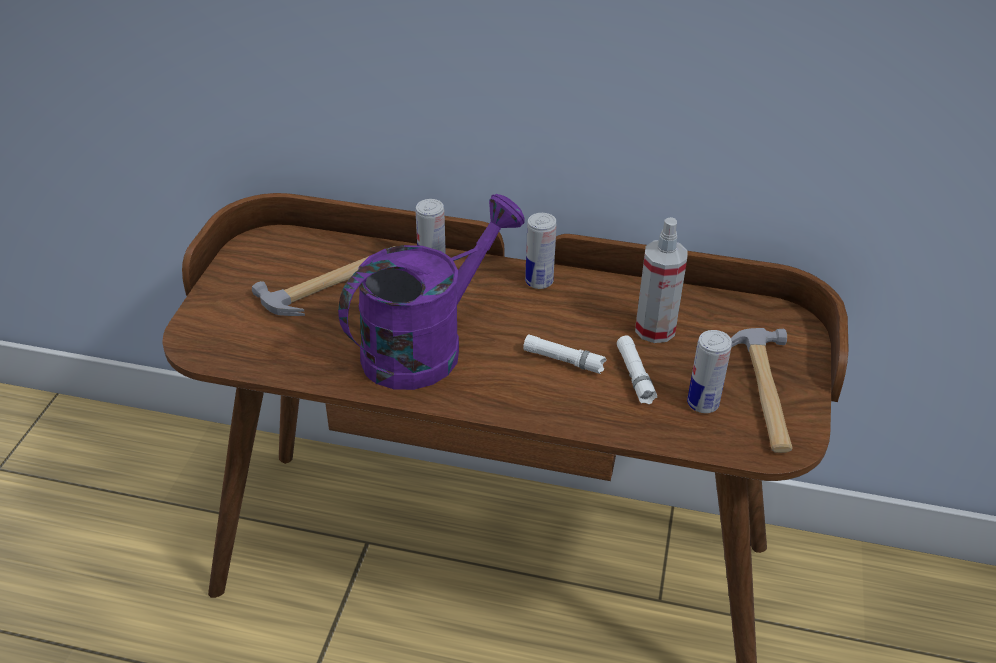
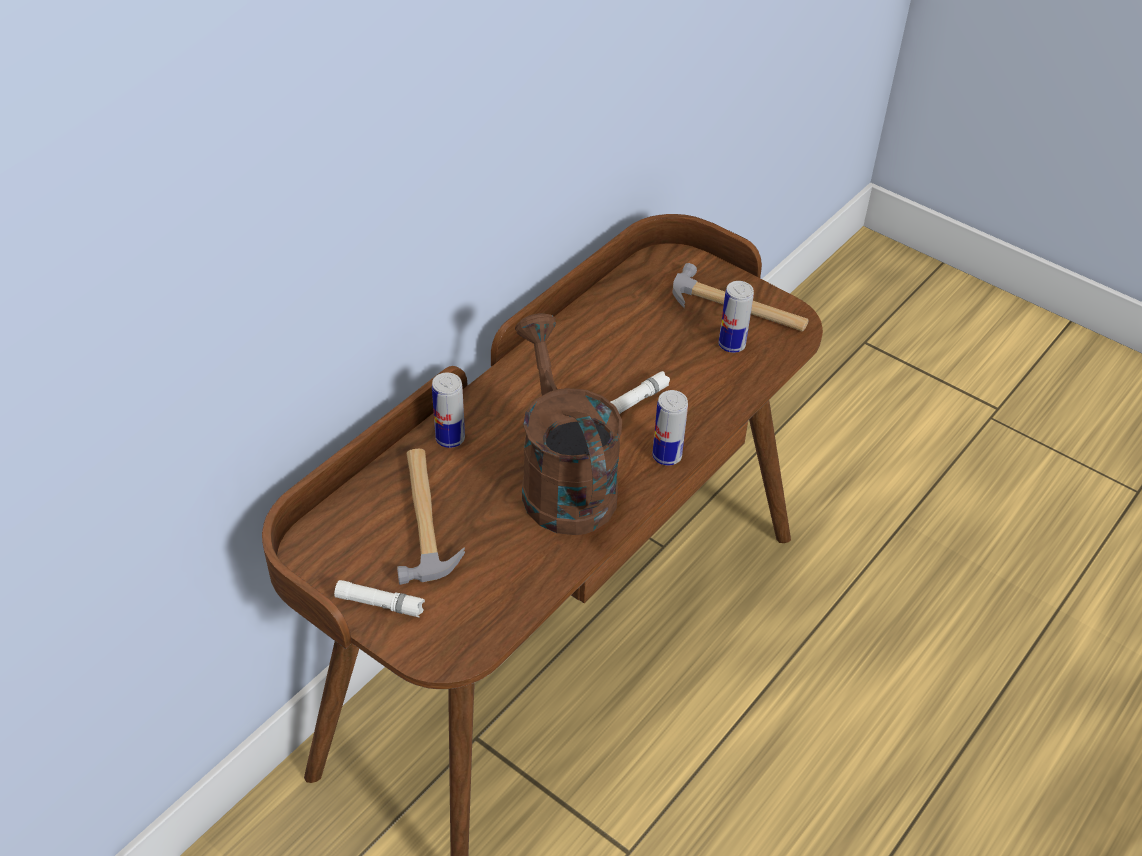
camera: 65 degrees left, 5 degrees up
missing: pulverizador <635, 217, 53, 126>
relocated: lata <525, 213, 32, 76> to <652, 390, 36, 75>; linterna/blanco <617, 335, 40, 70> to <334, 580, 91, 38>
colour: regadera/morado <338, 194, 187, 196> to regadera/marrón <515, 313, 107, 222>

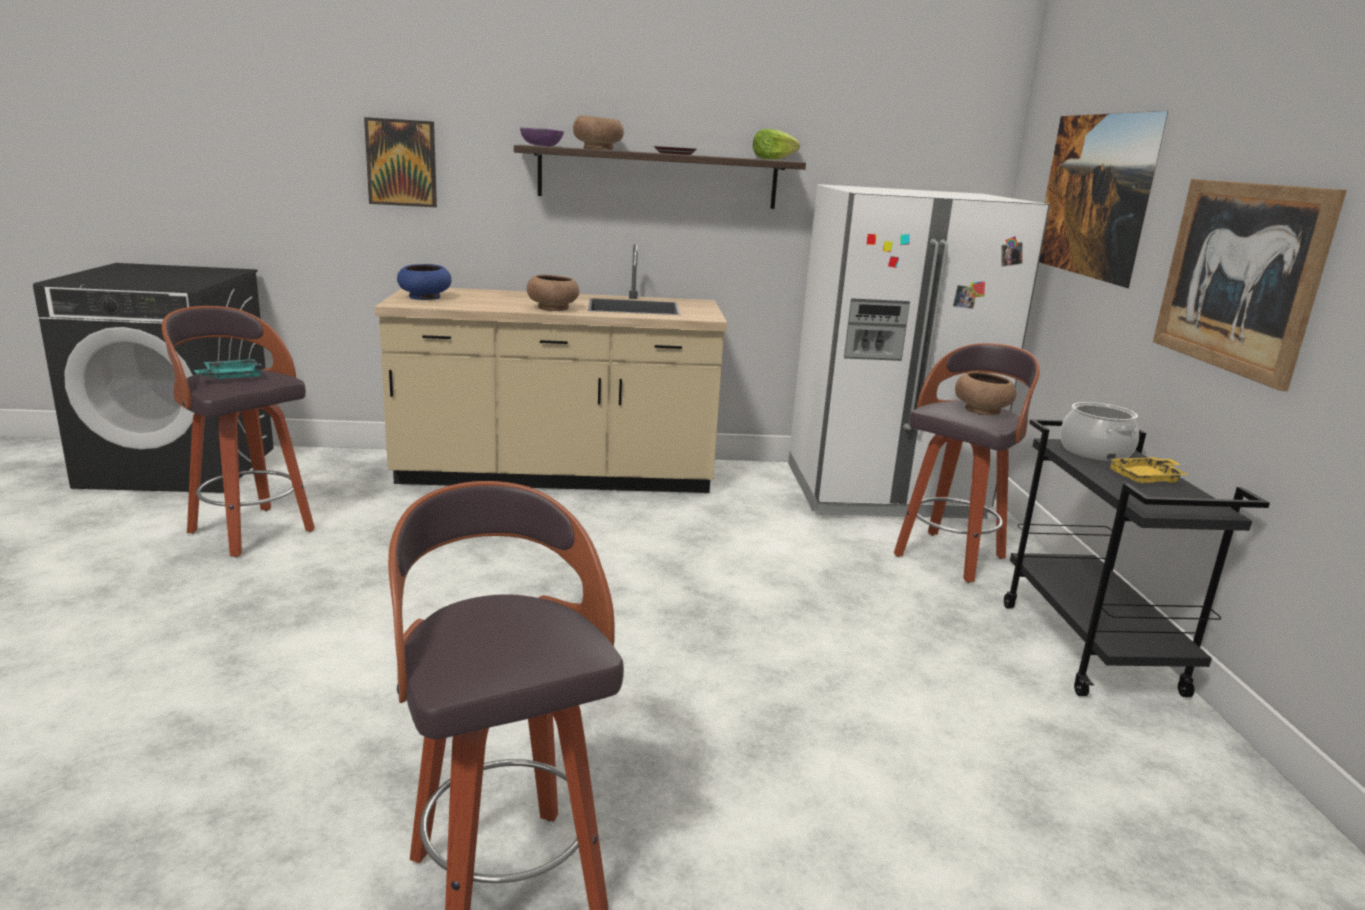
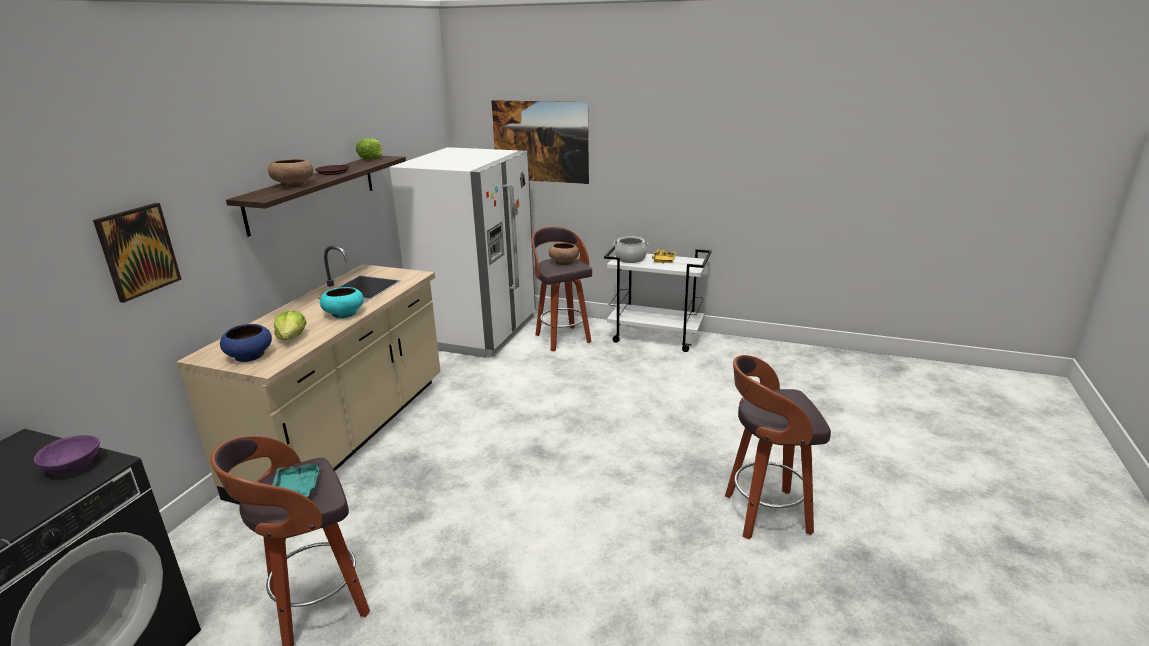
camera: 65 degrees left, 5 degrees up
missing: cuadro <1153, 179, 194, 212>
appeared: lechuga <274, 311, 32, 29>
relocated: cuenco/morado <520, 128, 44, 18> to <34, 435, 66, 39>
colour: cuenco/marrón <527, 275, 52, 36> to cuenco/turquesa <320, 287, 44, 31>; carrito/negro <1004, 419, 266, 278> to carrito/blanco <604, 245, 108, 107>

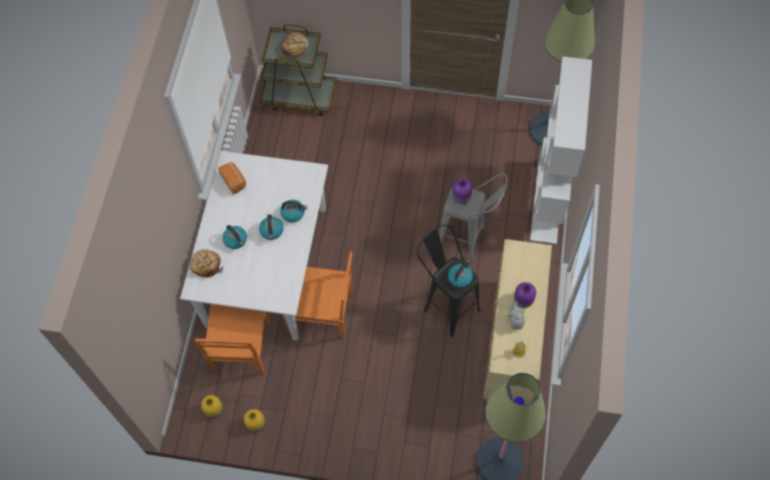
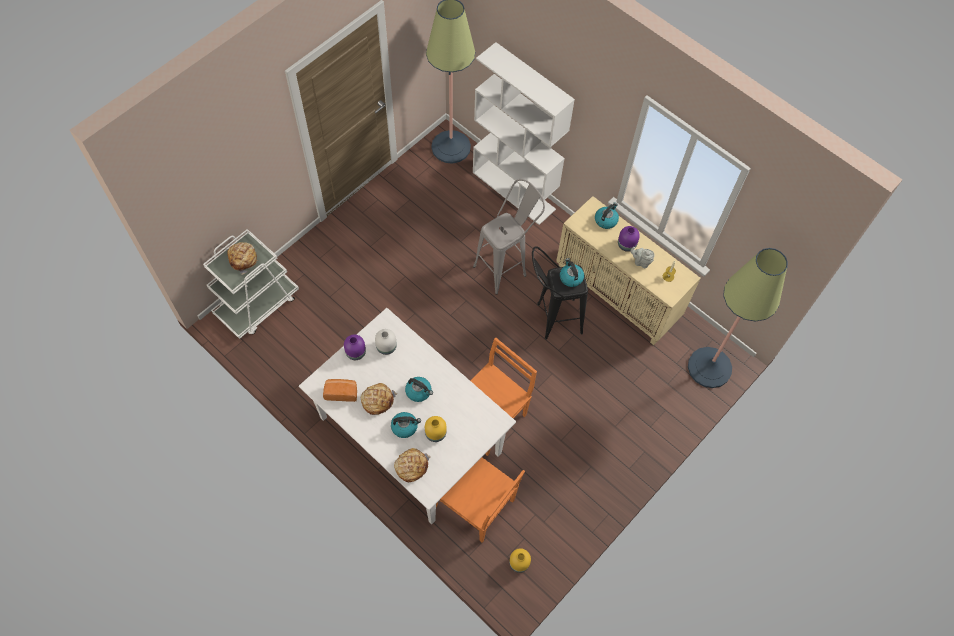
camera: 60 degrees left, 0 degrees up
appeared: pan <361, 383, 36, 32>; florero/blanco <375, 329, 22, 26>
relocated: florero/amarillo <244, 409, 21, 23> to <425, 416, 22, 26>; hervidor <280, 200, 27, 22> to <595, 202, 24, 27>; florero/morado <452, 179, 20, 25> to <344, 334, 22, 26>
colour: carrito/marrón <260, 24, 77, 92> to carrito/blanco <203, 229, 96, 110>

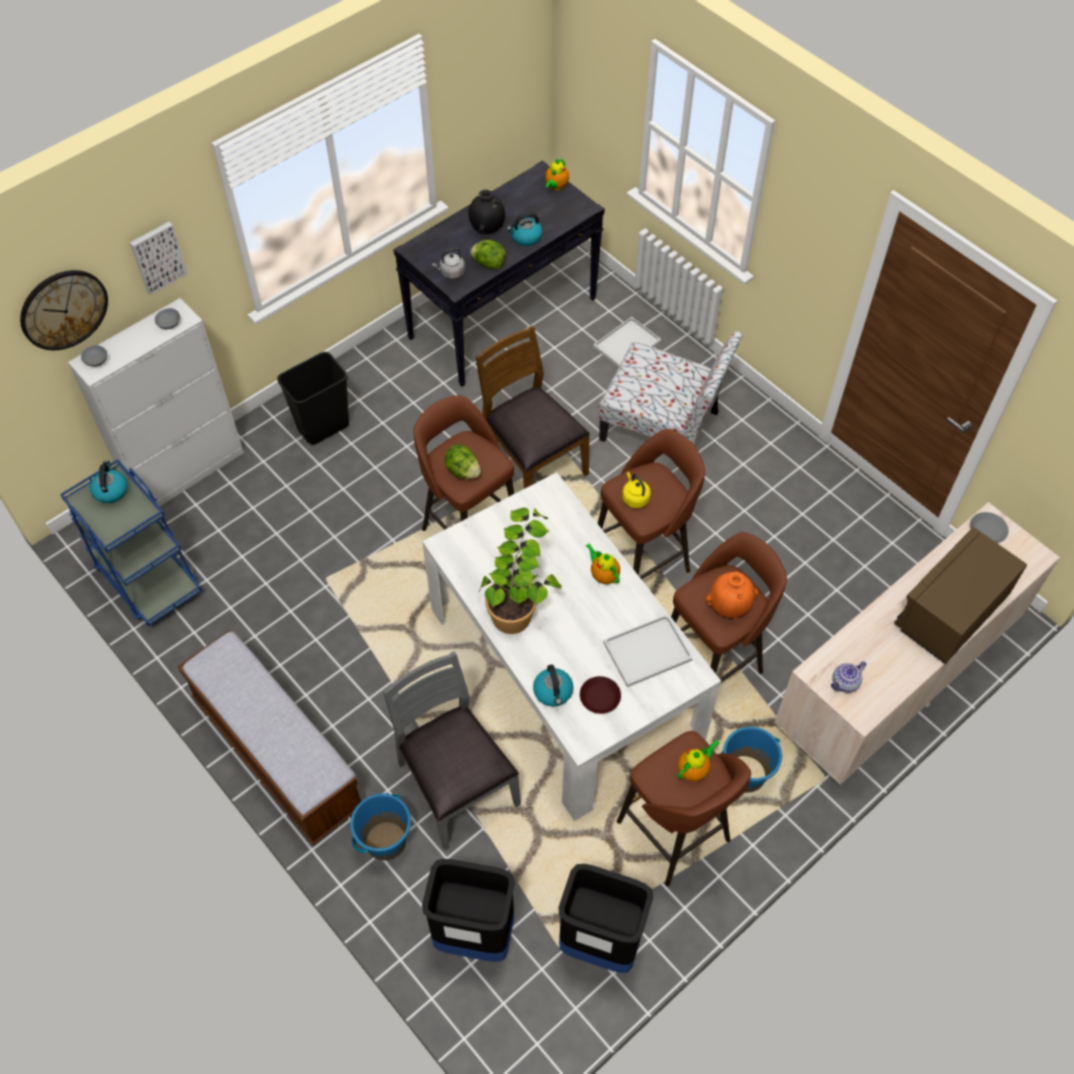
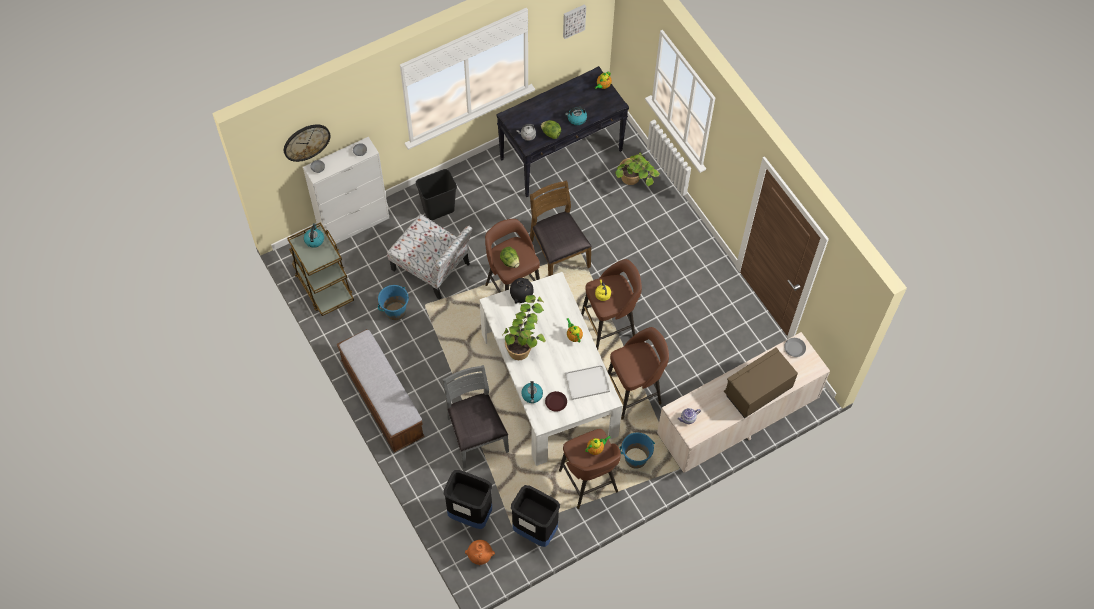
camera: 10 degrees right, 5 degrees up
relocated: cuadro <130, 222, 58, 73> to <563, 4, 23, 35>; cubo/azul <350, 793, 61, 68> to <378, 285, 31, 35>; florero/negro <469, 190, 36, 44> to <510, 278, 24, 26>; silla <598, 331, 145, 114> to <387, 214, 85, 86>; florero/naranja <705, 572, 54, 47> to <465, 540, 30, 25>
exchanged: bandeja/blanco <593, 317, 68, 50> to planta en maceta <615, 152, 45, 35>
colour: carrito/azul <60, 459, 142, 167> to carrito/marrón <287, 222, 67, 94>

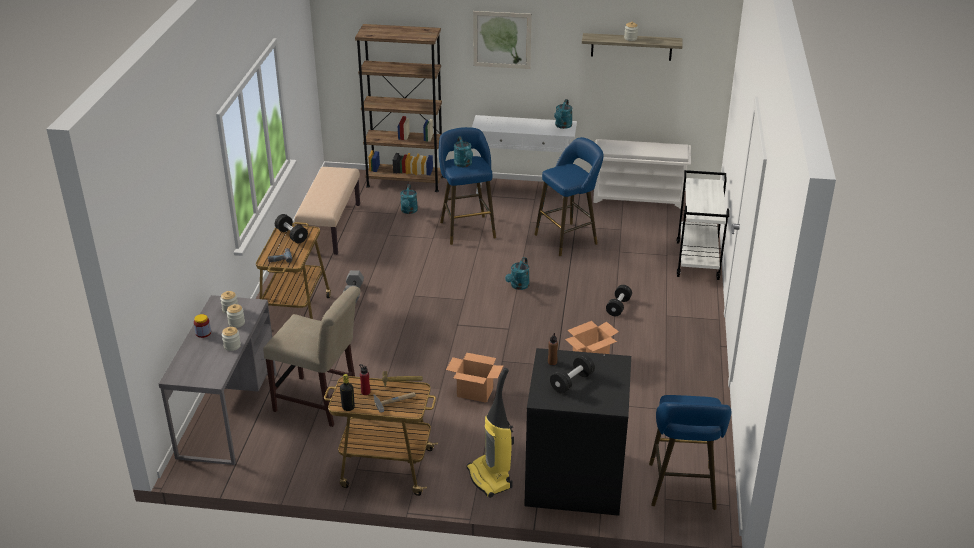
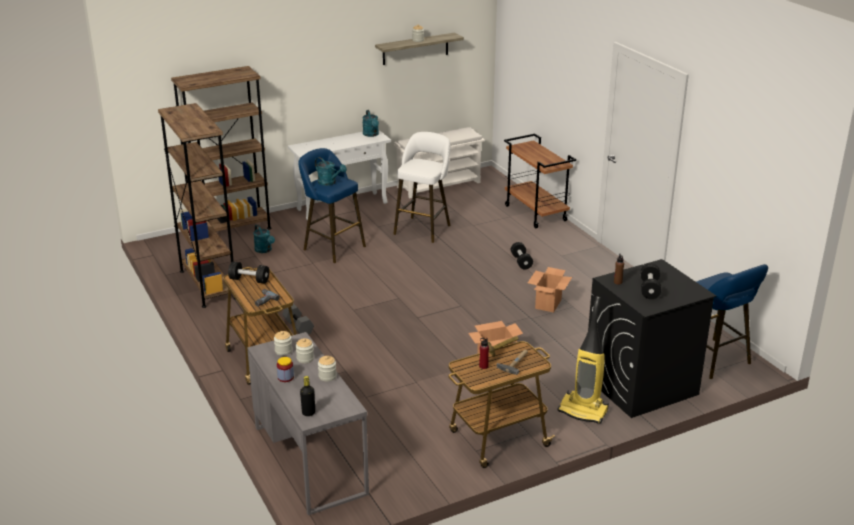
camera: 35 degrees left, 5 degrees down
missing: silla/beis <263, 286, 97, 141>; cuadro <473, 11, 59, 58>; regadera/turquesa <505, 257, 25, 33>
relocated: botella/negro <340, 374, 15, 37> to <300, 376, 15, 40>
exchanged: banco/beis <295, 167, 65, 88> to estantería/marrón <158, 103, 78, 205>
colour: taburete/azul <534, 137, 70, 119> to taburete/blanco <393, 132, 58, 111>; carrito/blanco <677, 170, 53, 110> to carrito/marrón <504, 134, 72, 94>

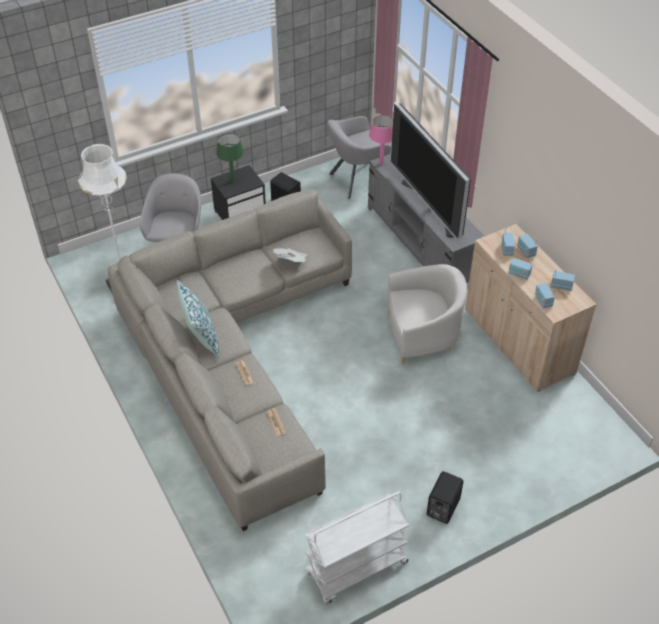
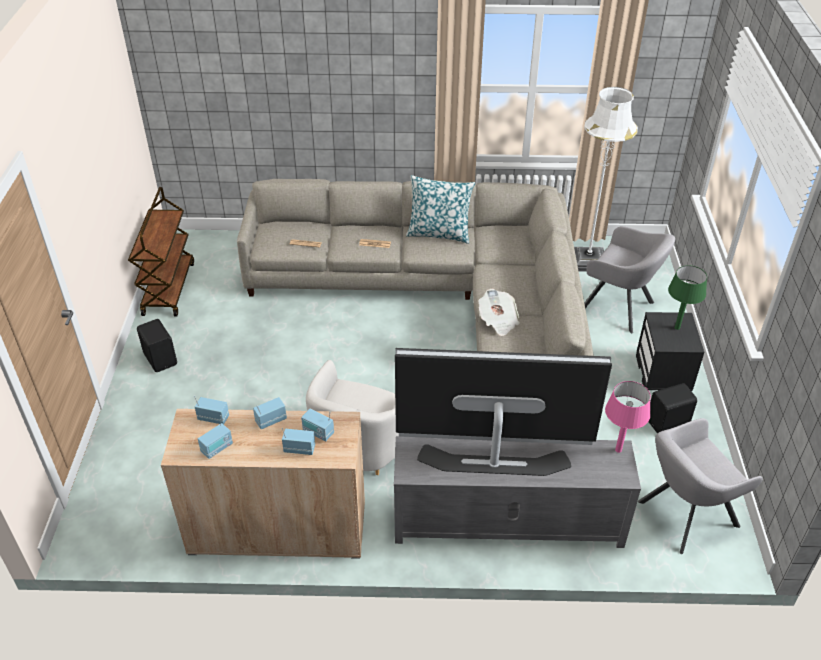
camera: 120 degrees right, 5 degrees down
colour: carrito/blanco <305, 492, 105, 112> to carrito/marrón <128, 187, 66, 130>
spun: sillón/gris <327, 116, 64, 83> = <638, 418, 125, 136> 120 degrees counterclockwise

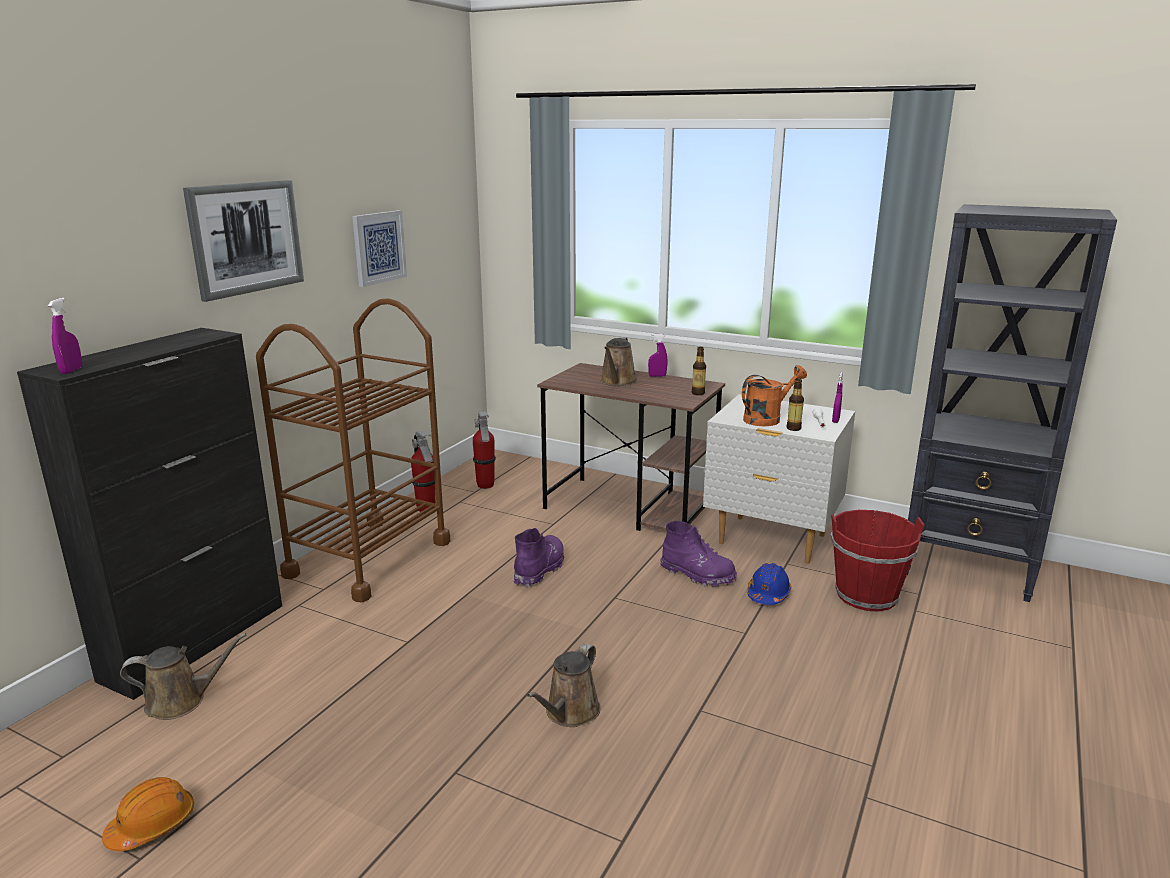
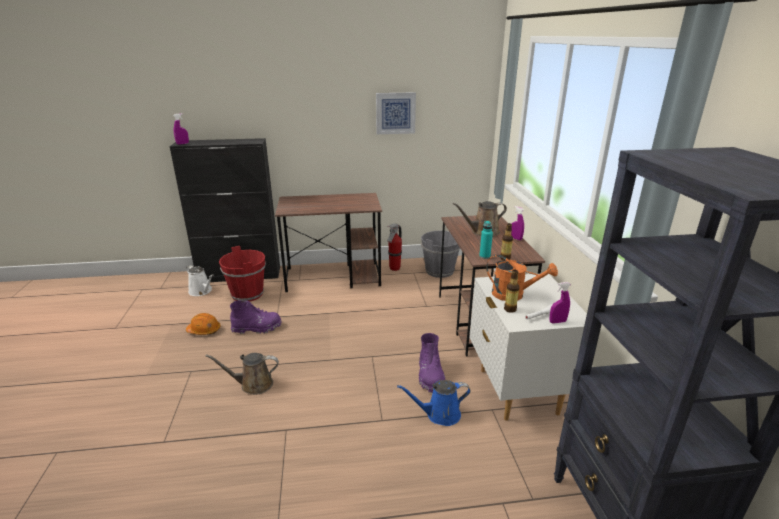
camera: 55 degrees right, 5 degrees up
missing: cuadro <183, 180, 121, 122>
appeared: botella/turquesa <479, 221, 14, 38>
relocated: casco/naranja <102, 777, 92, 74> to <186, 313, 35, 22>; bota/morado <514, 528, 50, 59> to <230, 300, 52, 34>; cubo/rojo <831, 510, 93, 101> to <219, 246, 47, 55>
exchanged: carrito/marrón <256, 298, 194, 305> to escritorio/marrón <275, 193, 107, 99>; extintor <473, 411, 23, 78> to cubo/gris <421, 231, 39, 47>; casco/azul <748, 563, 43, 42> to regadera/azul <397, 380, 74, 46>
colour: regadera/marrón <120, 633, 127, 87> to regadera/blanco <186, 265, 27, 31>

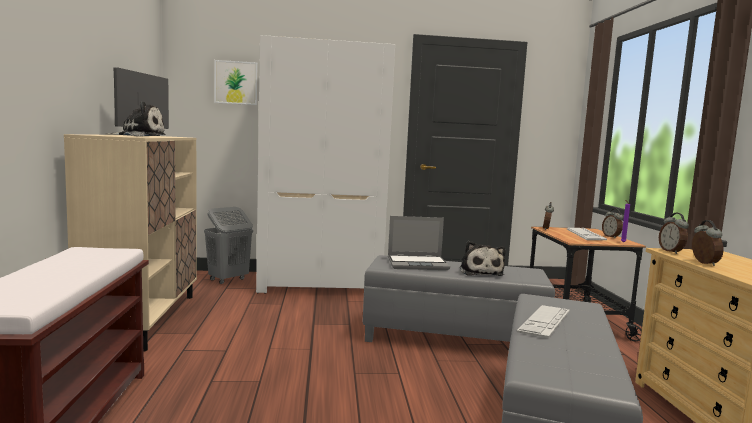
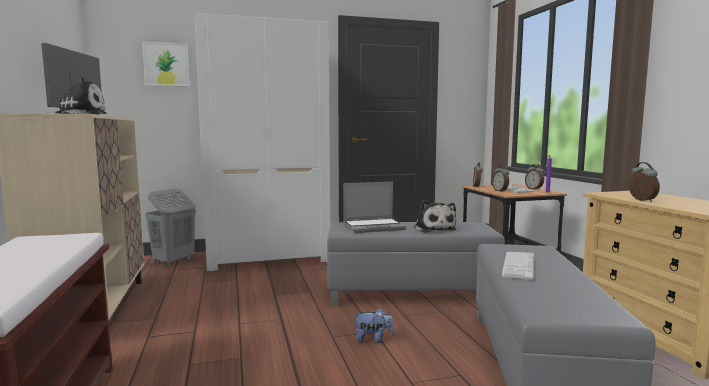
camera: 10 degrees left, 0 degrees up
appeared: peluche <353, 308, 42, 35>
relocated: despertador <659, 213, 30, 41> to <492, 165, 17, 27>

